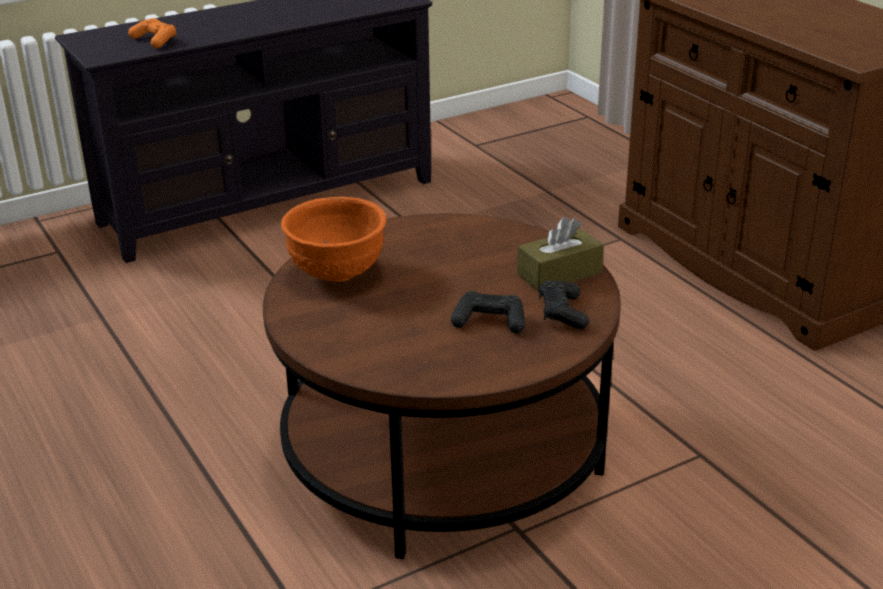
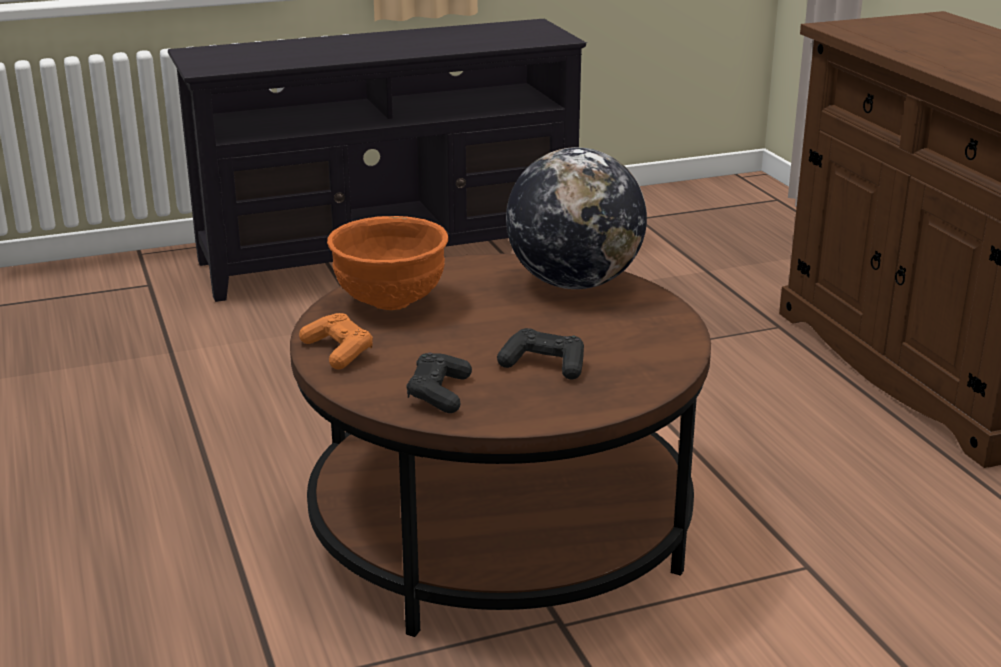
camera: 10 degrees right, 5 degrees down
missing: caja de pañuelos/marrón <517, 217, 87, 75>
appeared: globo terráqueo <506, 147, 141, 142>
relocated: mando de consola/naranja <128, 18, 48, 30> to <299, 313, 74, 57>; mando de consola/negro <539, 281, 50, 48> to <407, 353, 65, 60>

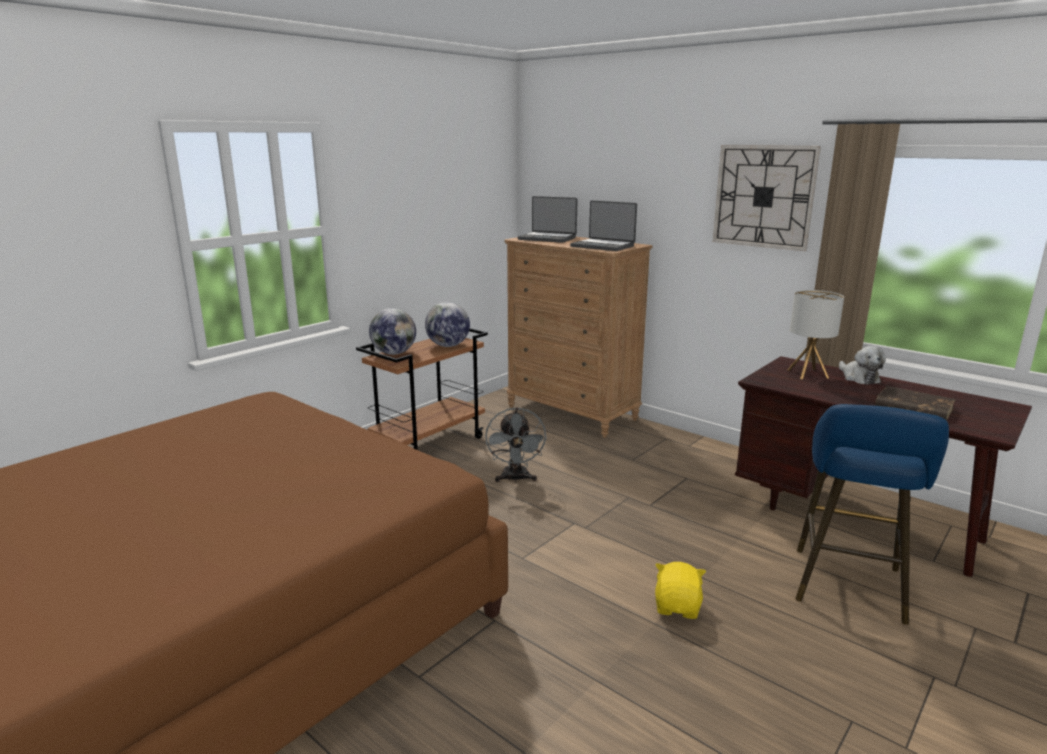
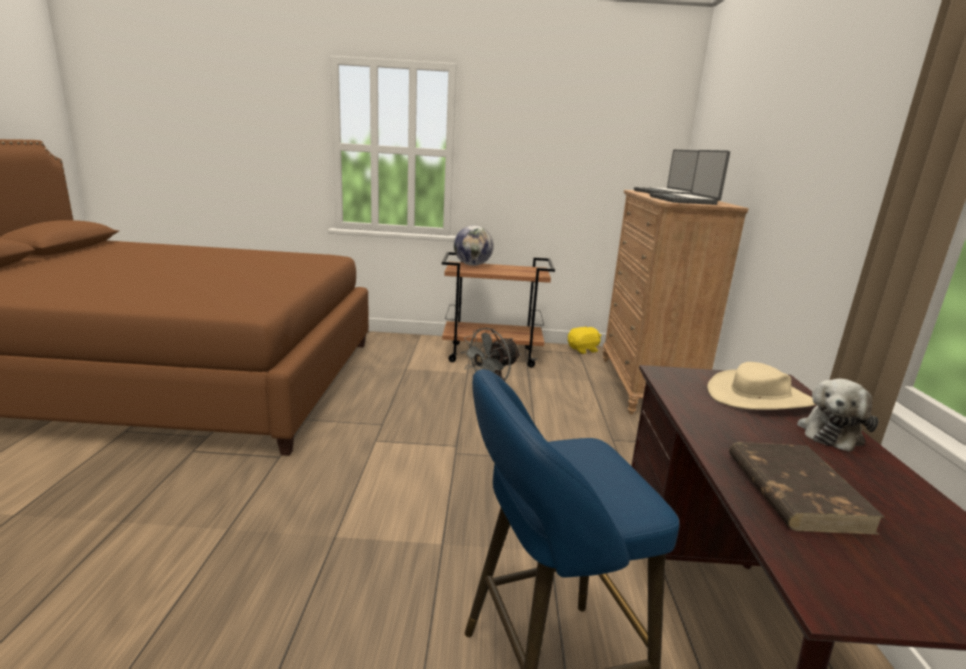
camera: 50 degrees right, 0 degrees up
missing: globo terráqueo <425, 302, 45, 45>; reloj de pared <713, 145, 108, 106>
relocated: peluche/amarillo <655, 562, 51, 57> to <568, 326, 33, 28>
exchanged: lámpara de mesa <787, 290, 57, 89> to sombrero/beis <707, 362, 109, 48>

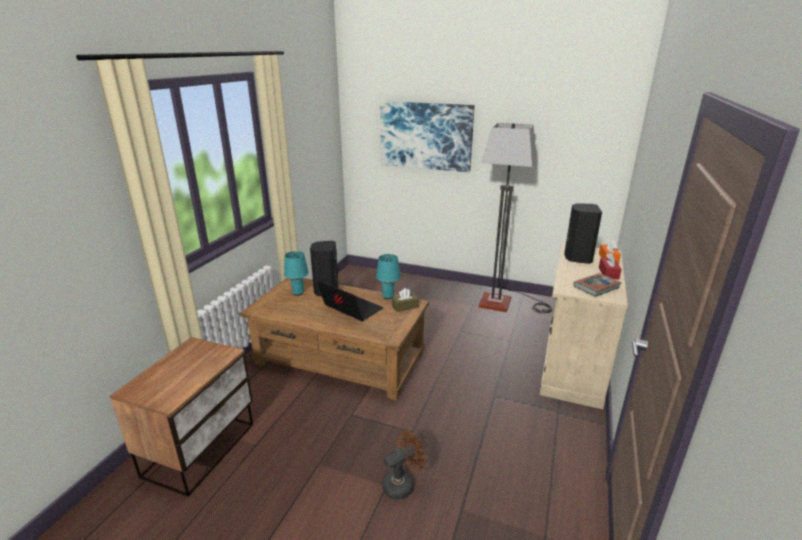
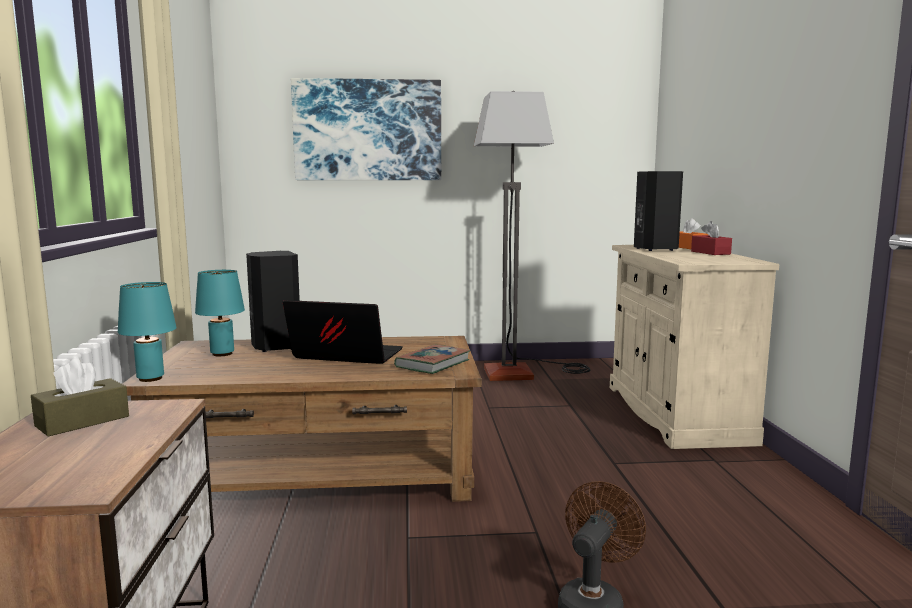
camera: 25 degrees left, 15 degrees down
relocated: lámpara de mesa/turquesa <376, 254, 25, 45> to <118, 282, 59, 100>; caja de pañuelos/marrón <392, 288, 27, 24> to <31, 358, 98, 79>; libro <573, 273, 48, 24> to <394, 345, 76, 29>

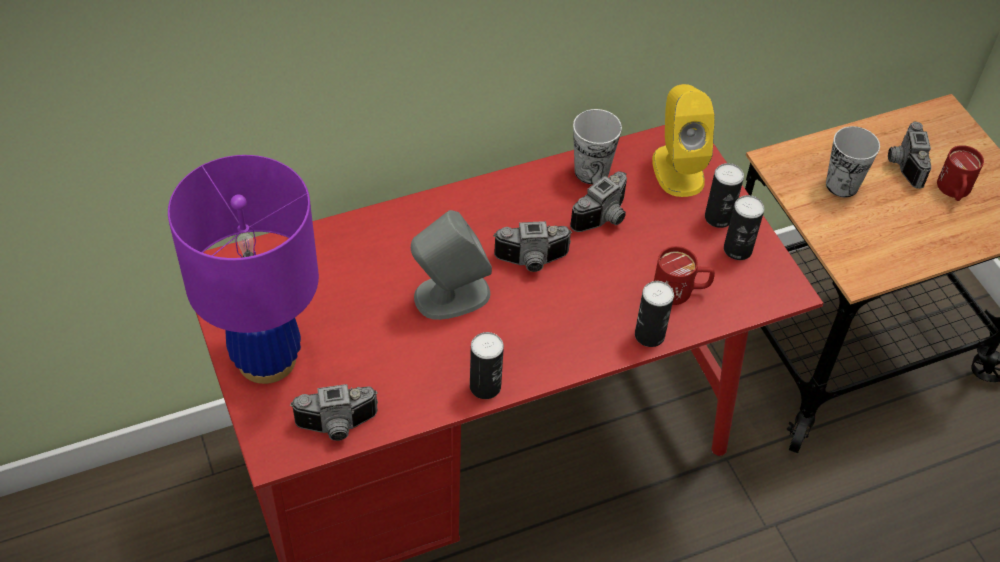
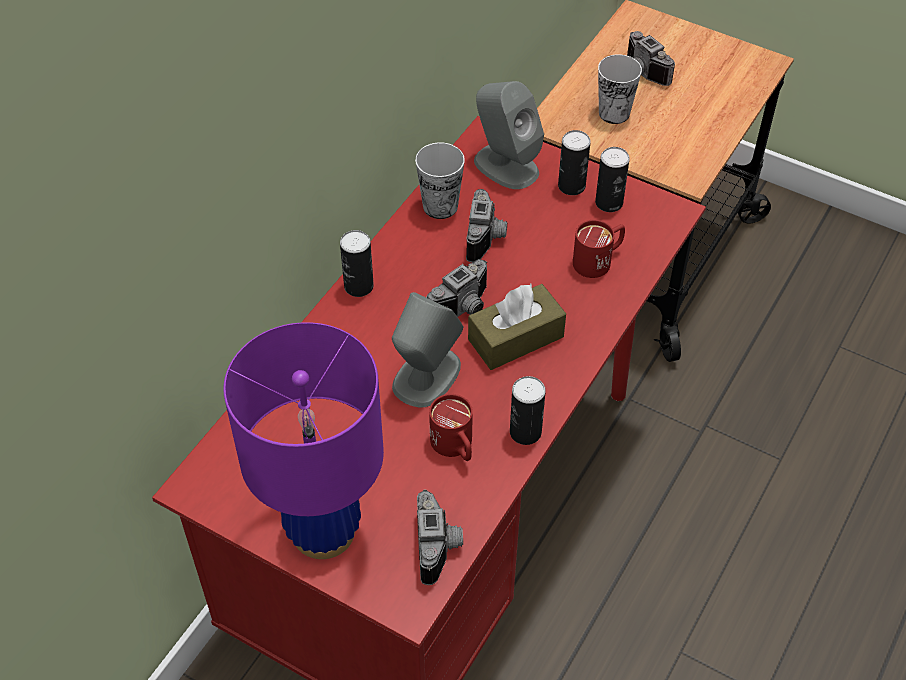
camera: 35 degrees left, 0 degrees up
appeared: caja de pañuelos/marrón <468, 284, 98, 86>
relocated: lata <635, 281, 39, 66> to <340, 230, 34, 67>; taza grande/rojo <937, 145, 47, 56> to <429, 394, 44, 67>
colour: altavoz/amarillo <652, 84, 63, 113> to altavoz/gris <474, 81, 70, 108>
spun: cámara <290, 384, 88, 57> = <417, 490, 46, 95> 45 degrees counterclockwise

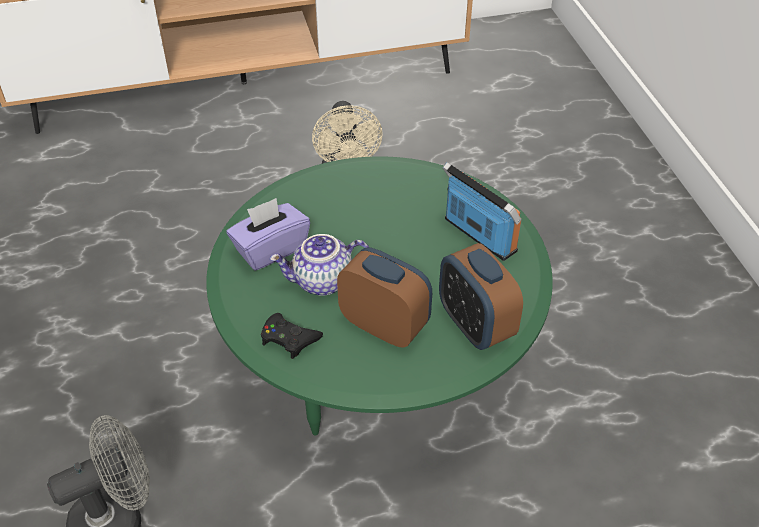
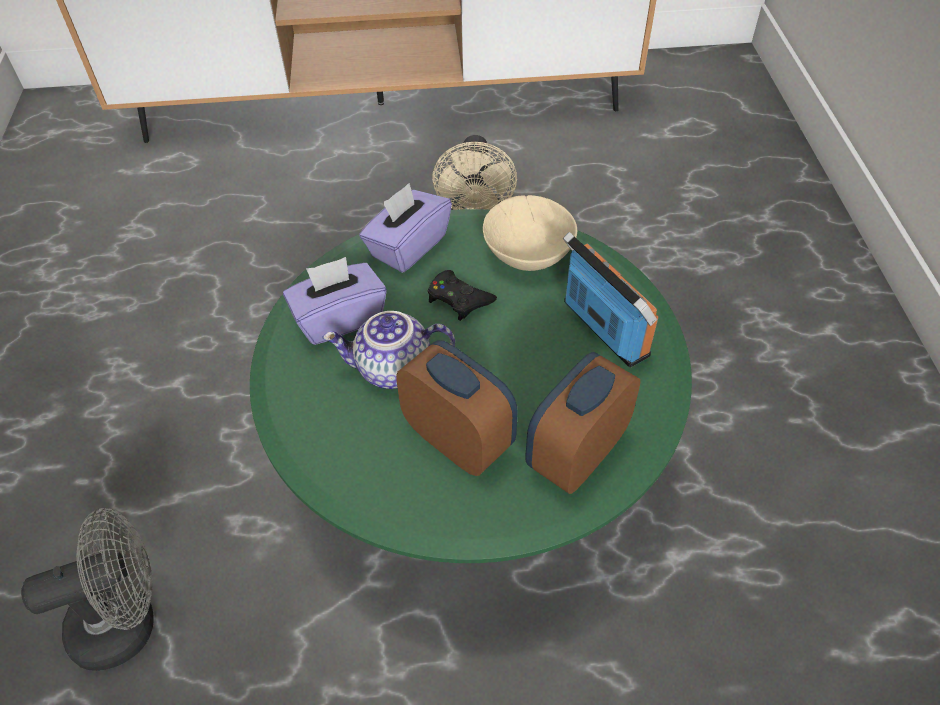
camera: 10 degrees right, 5 degrees up
appeared: caja de pañuelos/morado <359, 183, 93, 90>; cuenco/beis <483, 195, 94, 76>
relocated: mando de consola/negro <261, 313, 62, 46> to <428, 270, 69, 51>
spun: despertador <439, 243, 84, 107> = <525, 352, 115, 142> 60 degrees clockwise

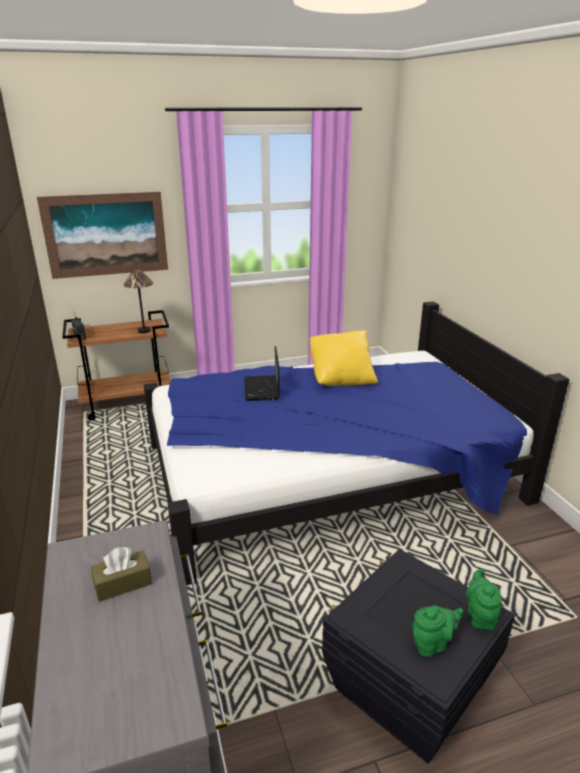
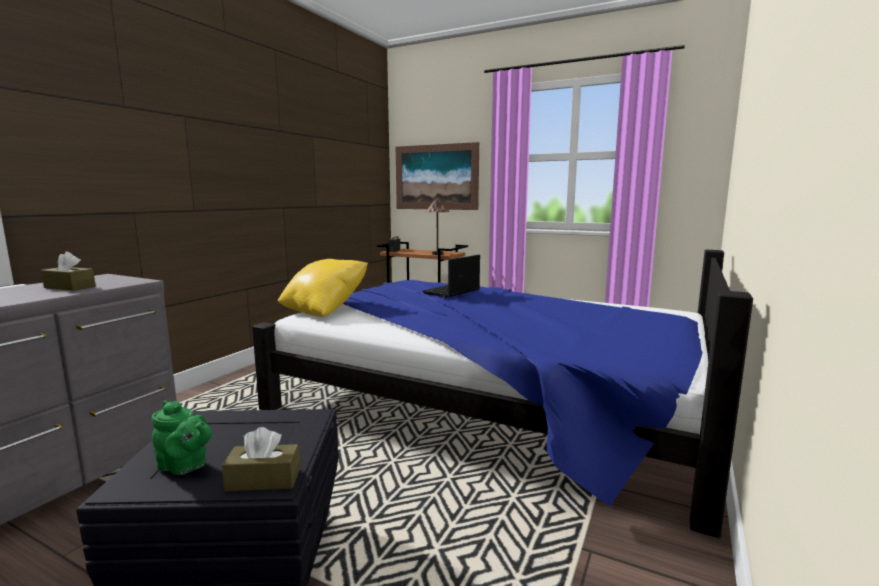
camera: 45 degrees right, 15 degrees down
relocated: cojín/amarillo <310, 330, 68, 56> to <278, 259, 90, 58>
exchanged: tetera/verde <465, 568, 37, 62> to caja de pañuelos/marrón <222, 427, 78, 64>

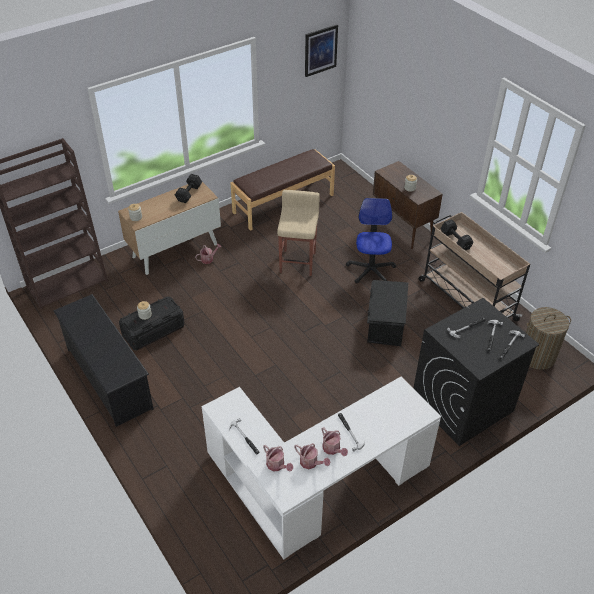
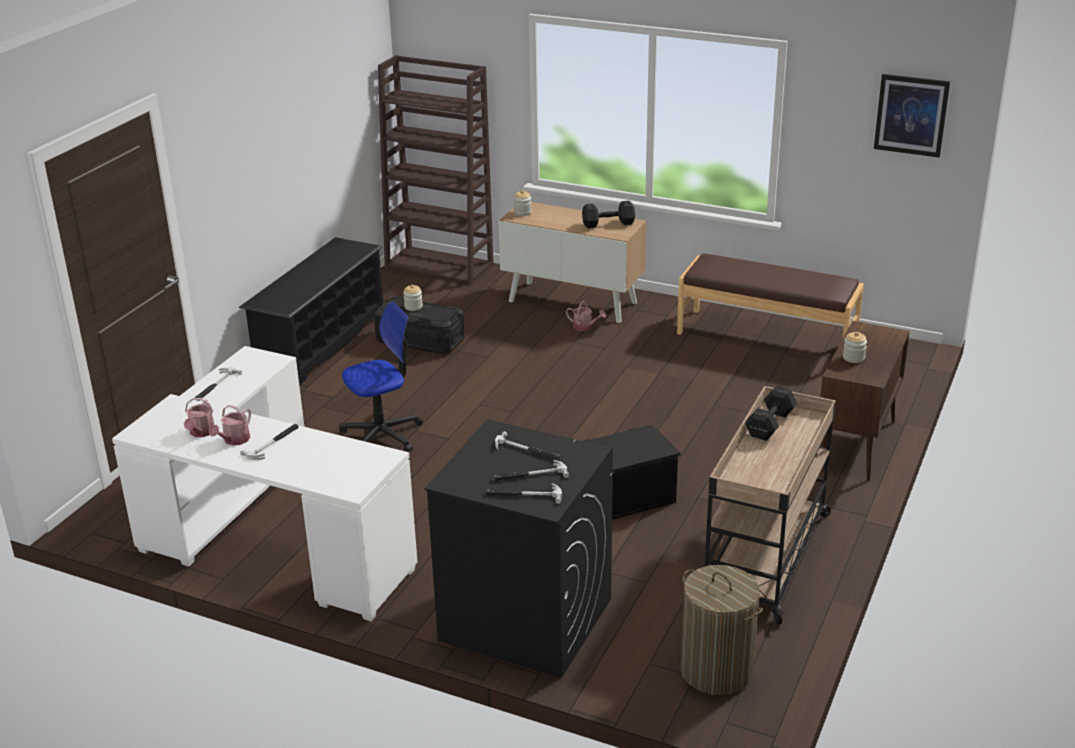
camera: 60 degrees right, 15 degrees down
missing: regadera <263, 445, 30, 27>; taburete/beis <277, 190, 43, 86>
relocated: silla de oficina <346, 198, 50, 86> to <339, 302, 84, 150>

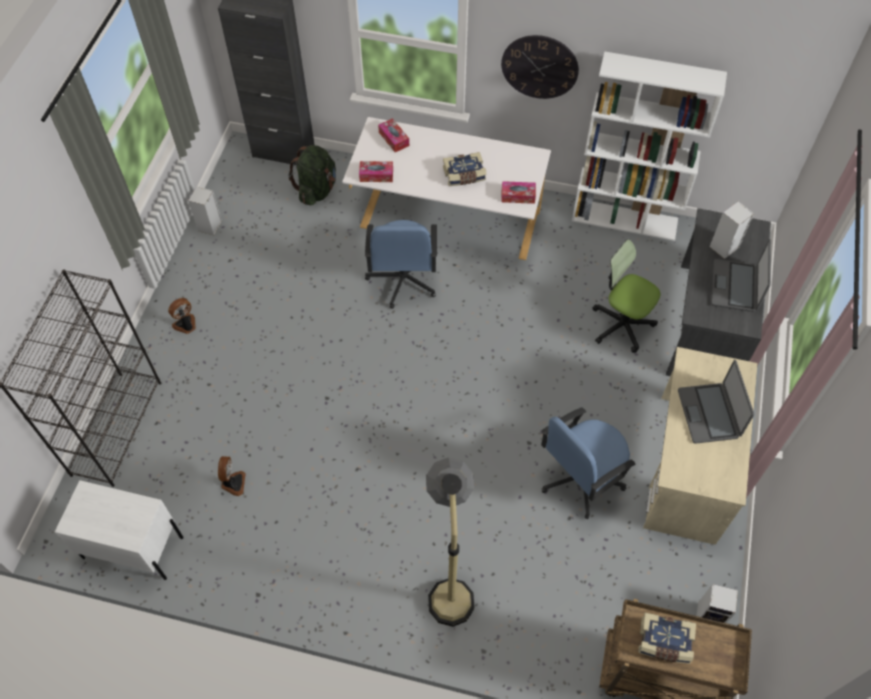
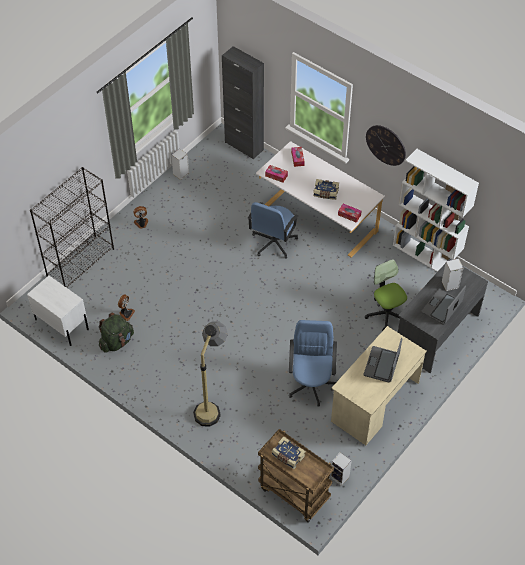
camera: 25 degrees right, 5 degrees down
relocated: mochila/verde <288, 145, 48, 60> to <99, 312, 35, 41>
spun: silla de oficina/azul <541, 407, 95, 112> = <289, 320, 48, 87> 105 degrees clockwise

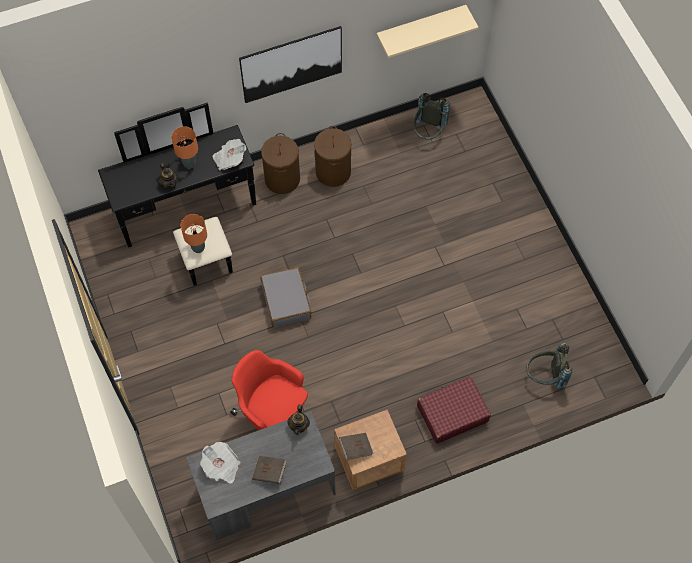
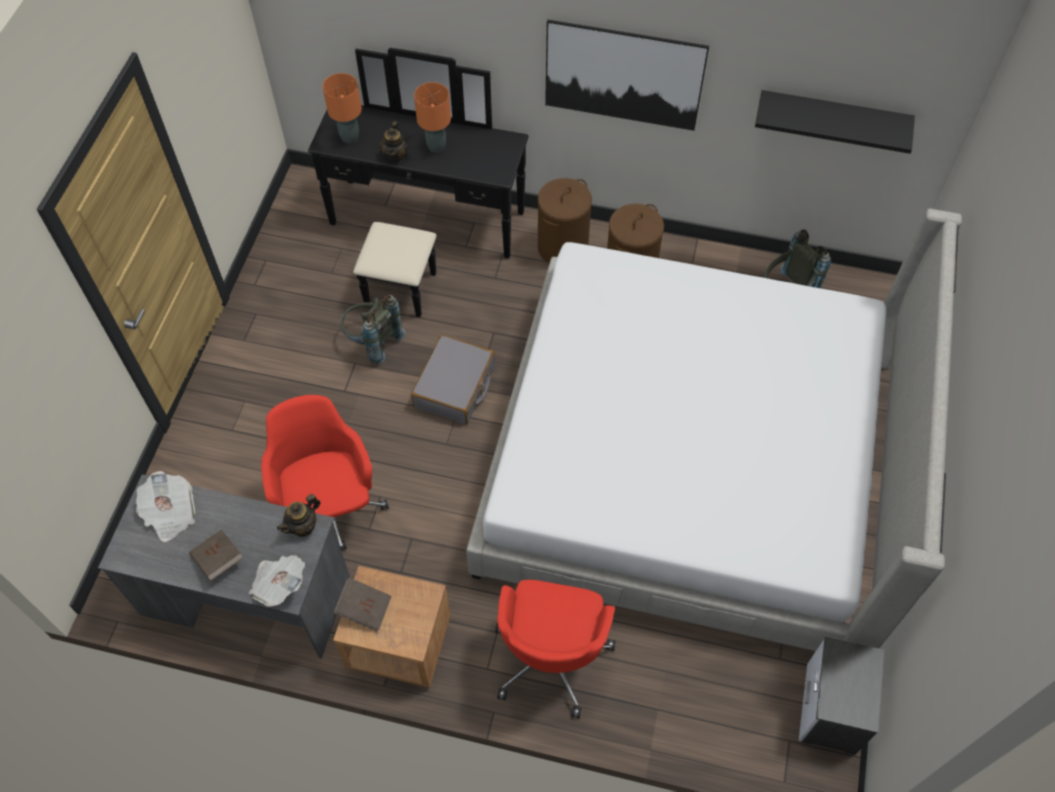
camera: 35 degrees right, 5 degrees down
appeared: cama <466, 208, 496, 443>; mesita de noche <799, 637, 85, 118>
relocated: lámpara de mesa/naranja <181, 214, 26, 39> to <323, 73, 39, 70>; periódico <213, 139, 33, 31> to <249, 555, 56, 52>; mochila/gris <526, 343, 46, 46> to <341, 295, 64, 70>
exchanged: maleta/rojo <417, 377, 74, 67> to silla de oficina/rojo <495, 580, 121, 138>
colour: estante/beis <377, 5, 102, 53> to estante/negro <755, 90, 160, 64>

